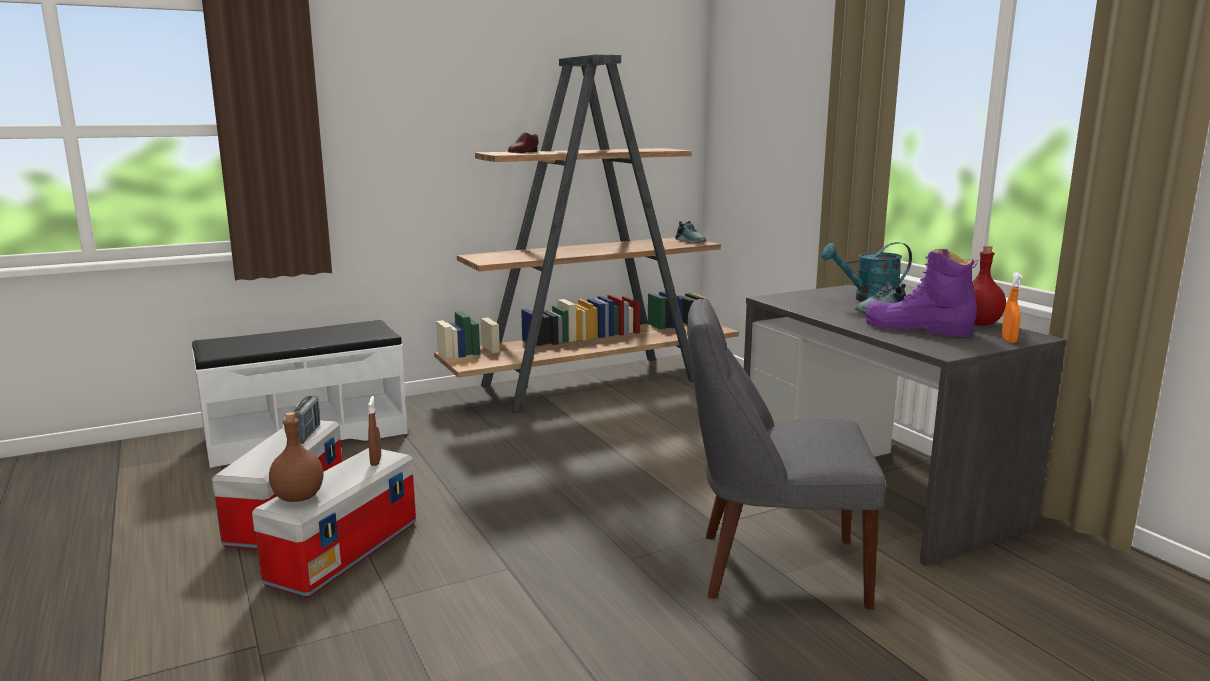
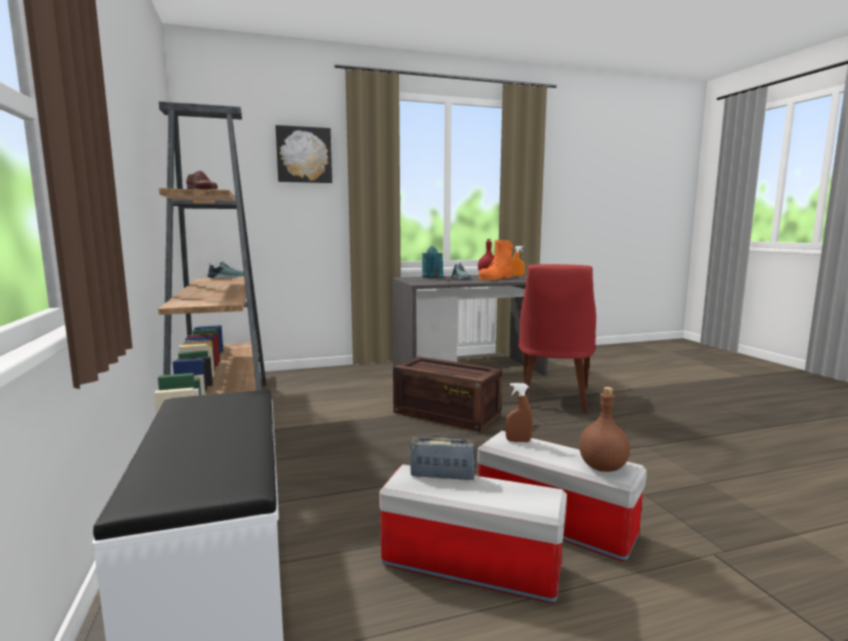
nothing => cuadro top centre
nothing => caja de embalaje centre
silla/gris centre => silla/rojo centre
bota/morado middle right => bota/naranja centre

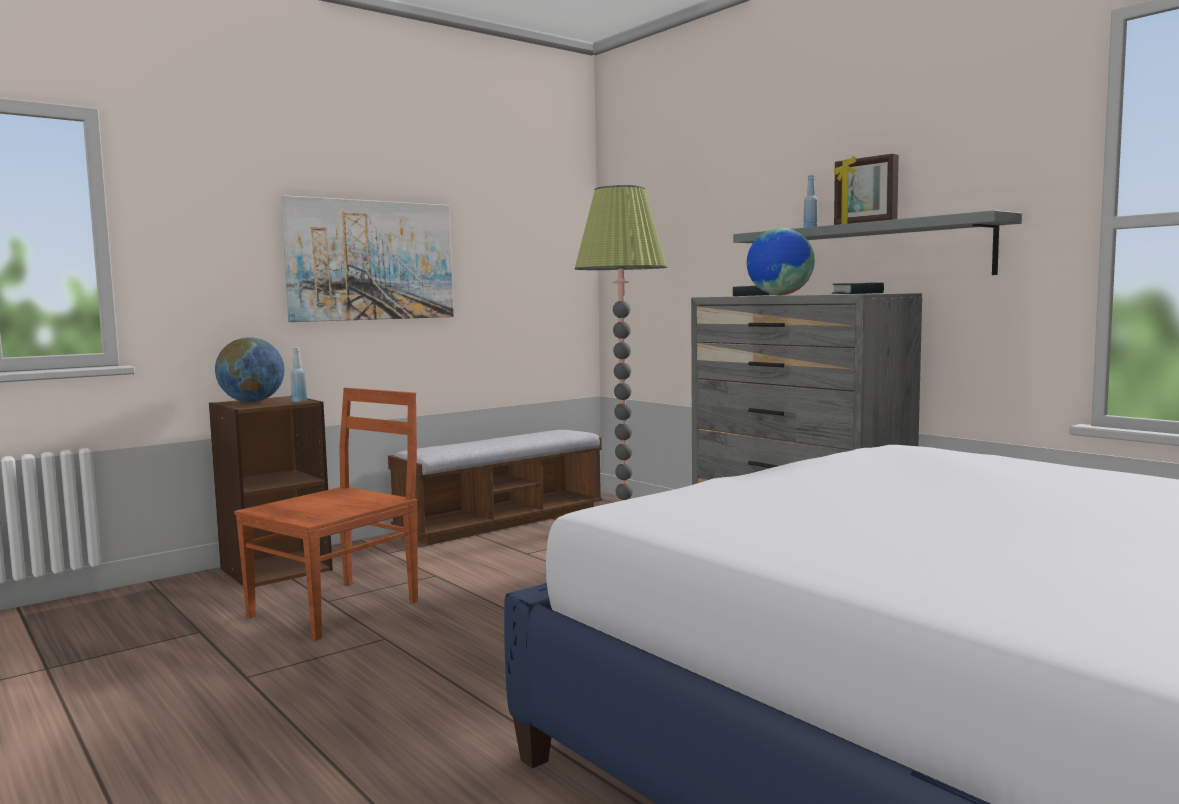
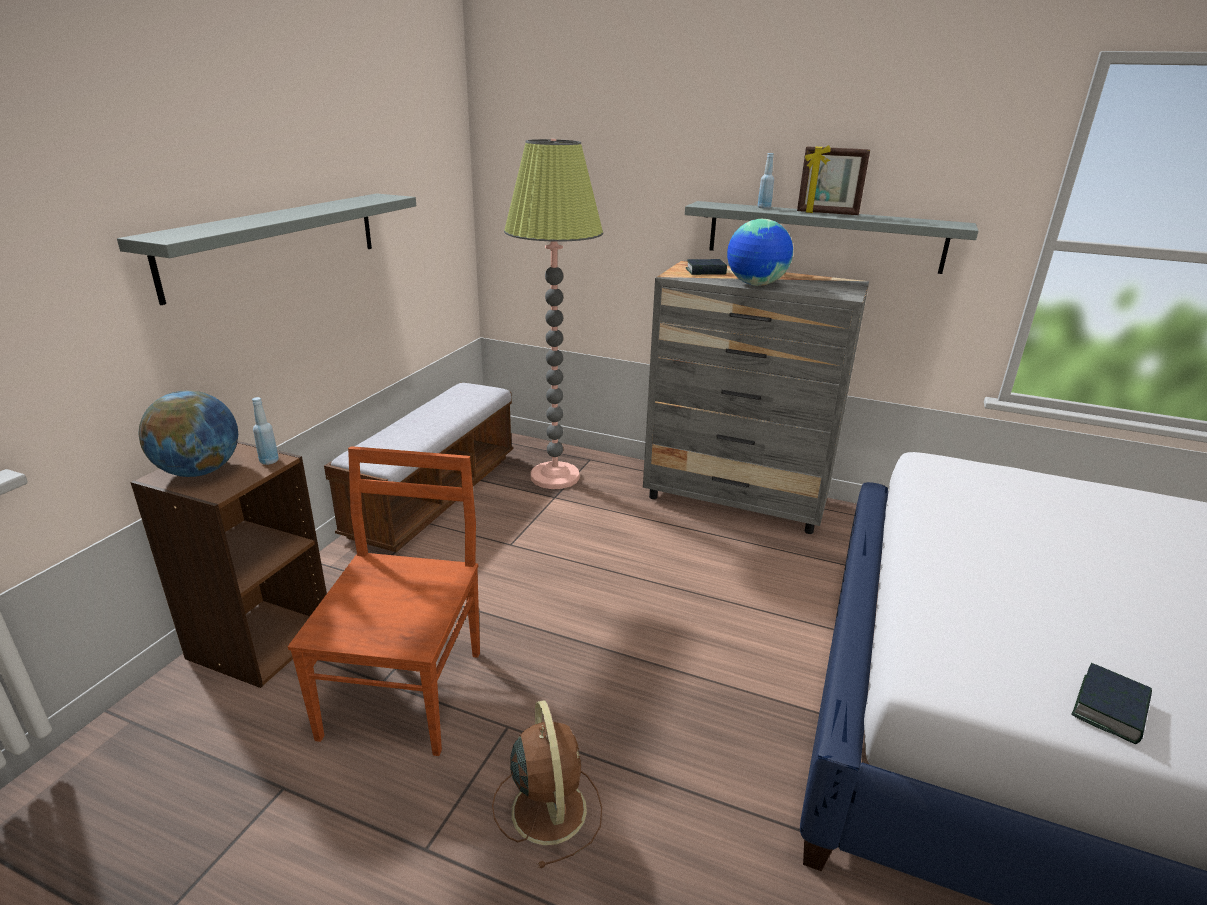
nothing => ventilador/marrón bottom centre
libro (2nd from left) middle right => libro (2nd from left) bottom right, move
cuadro top left => estante/gris (1st from left) top left

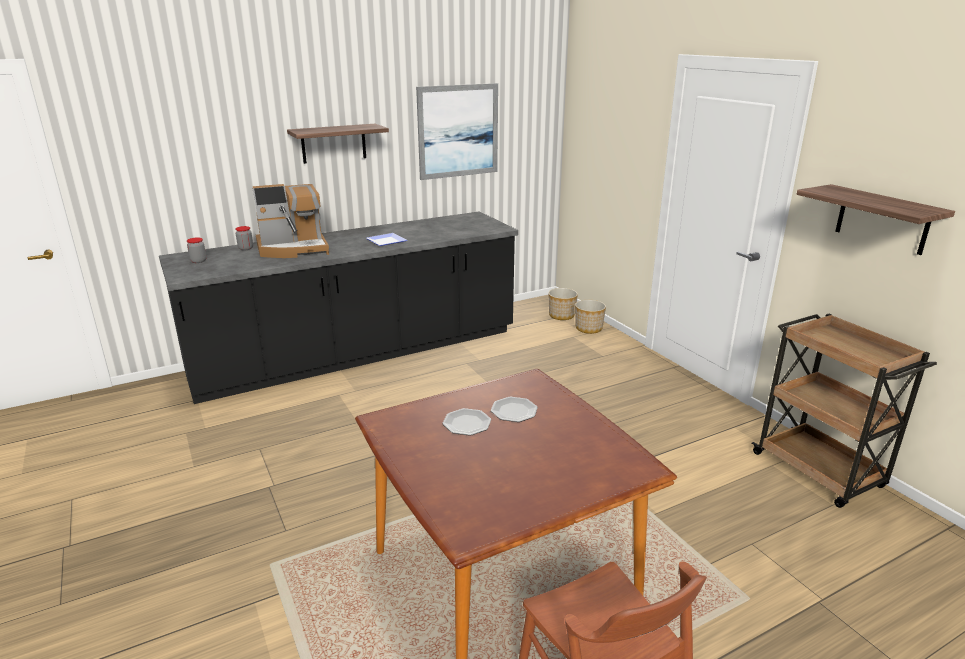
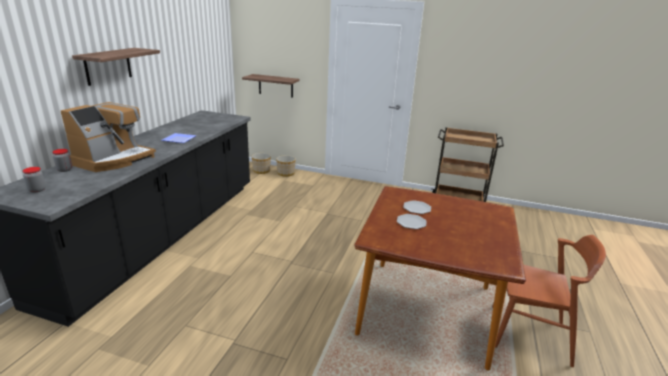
cuadro top centre => nothing
estante (2nd from left) top right => estante (2nd from left) top centre, move

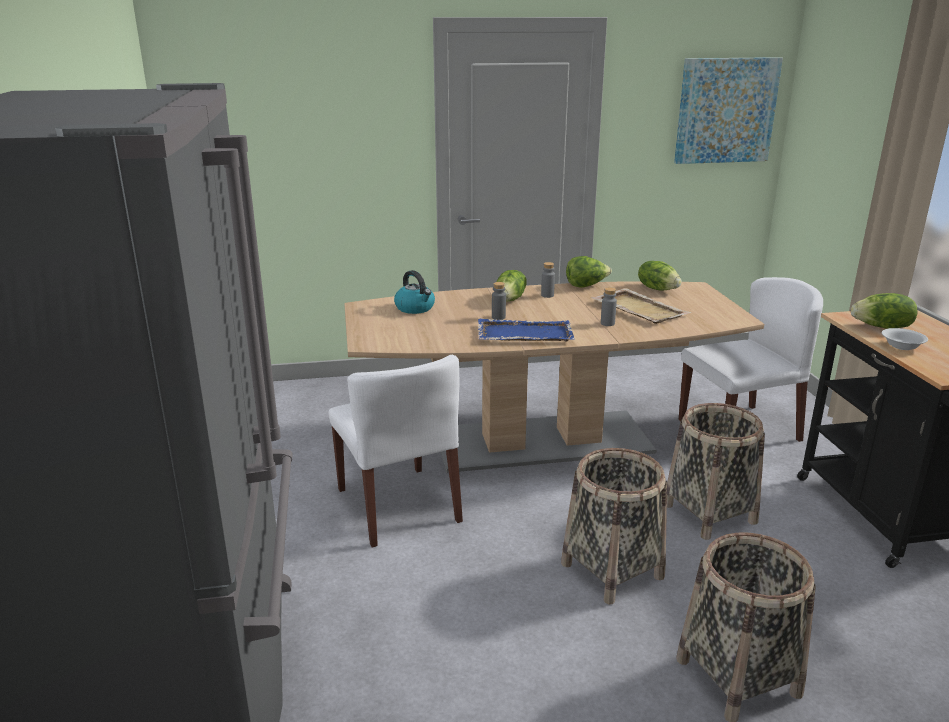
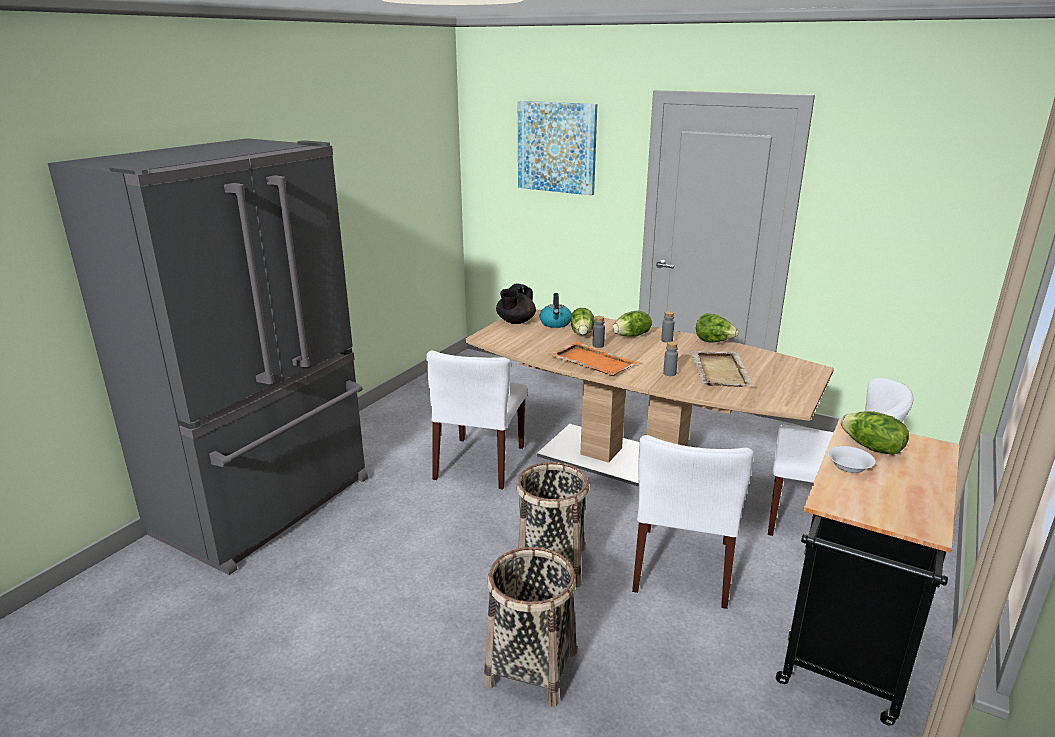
nothing => tetera/negro centre
lechuga (3rd from left in the first image) middle right => lechuga (1st from left) centre, move
cuadro top right => cuadro top centre, move
cesta (2nd from left) middle right => silla/blanco (2nd from left) bottom centre
bandeja/azul centre => bandeja/naranja centre

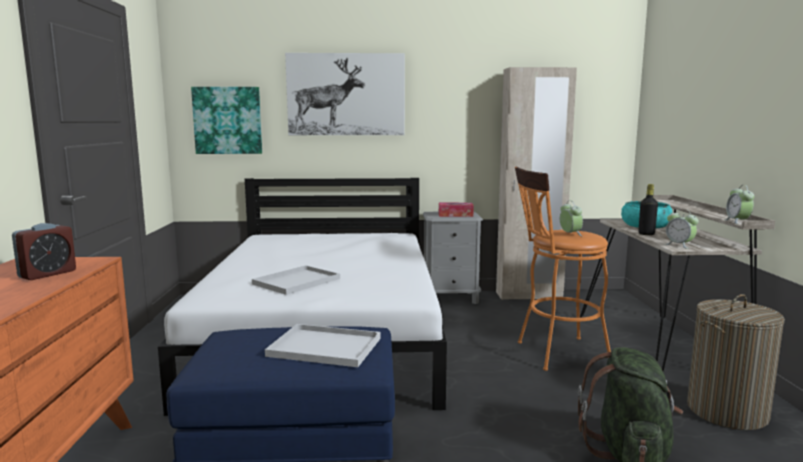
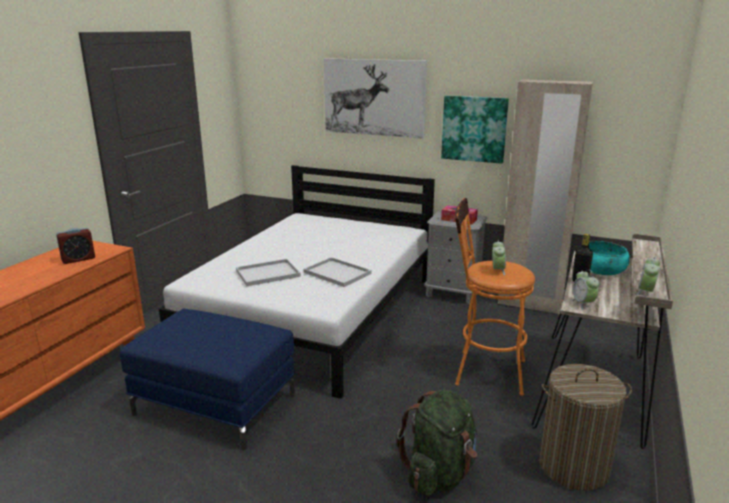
cuadro (1st from left in the first image) top left => cuadro (2nd from left) top centre, move
bandeja/blanco (2nd from left) bottom centre => bandeja/blanco (2nd from left) centre, move

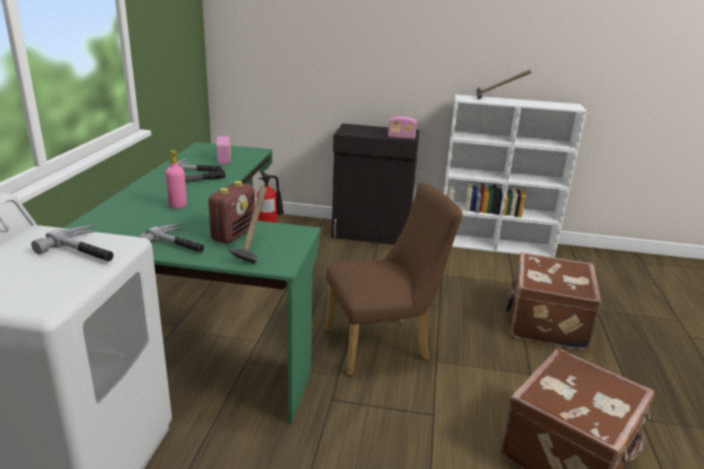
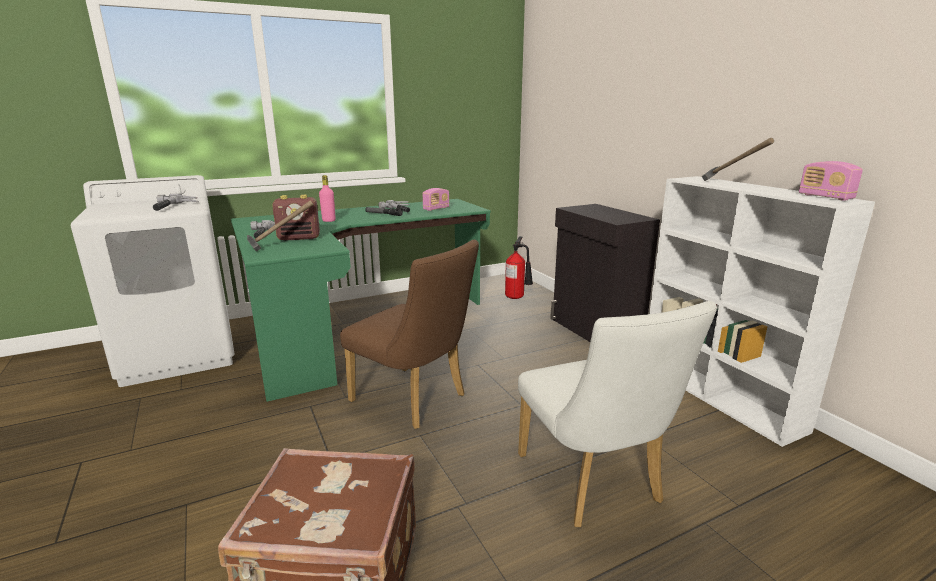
radio (3rd from left) top centre => radio (3rd from left) top right, move
maleta/marrón (1st from left) middle right => silla/blanco bottom centre

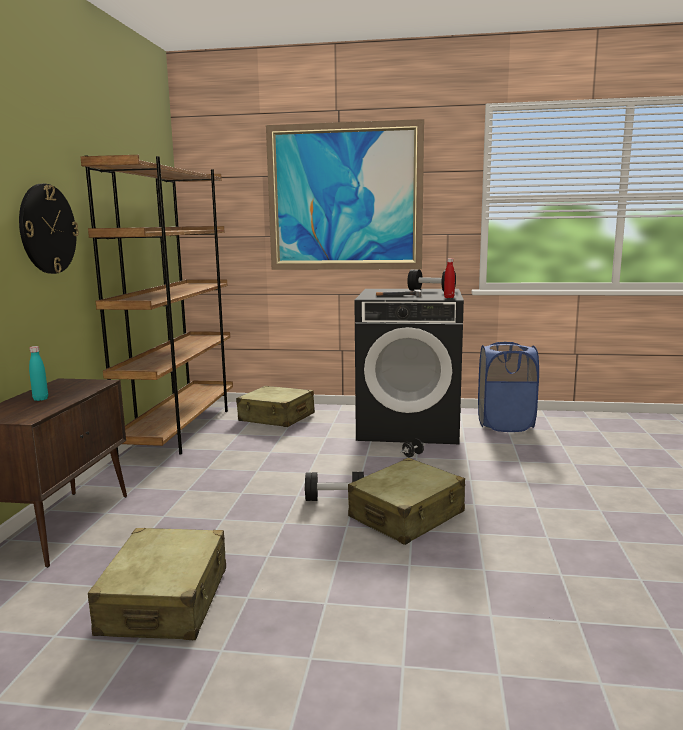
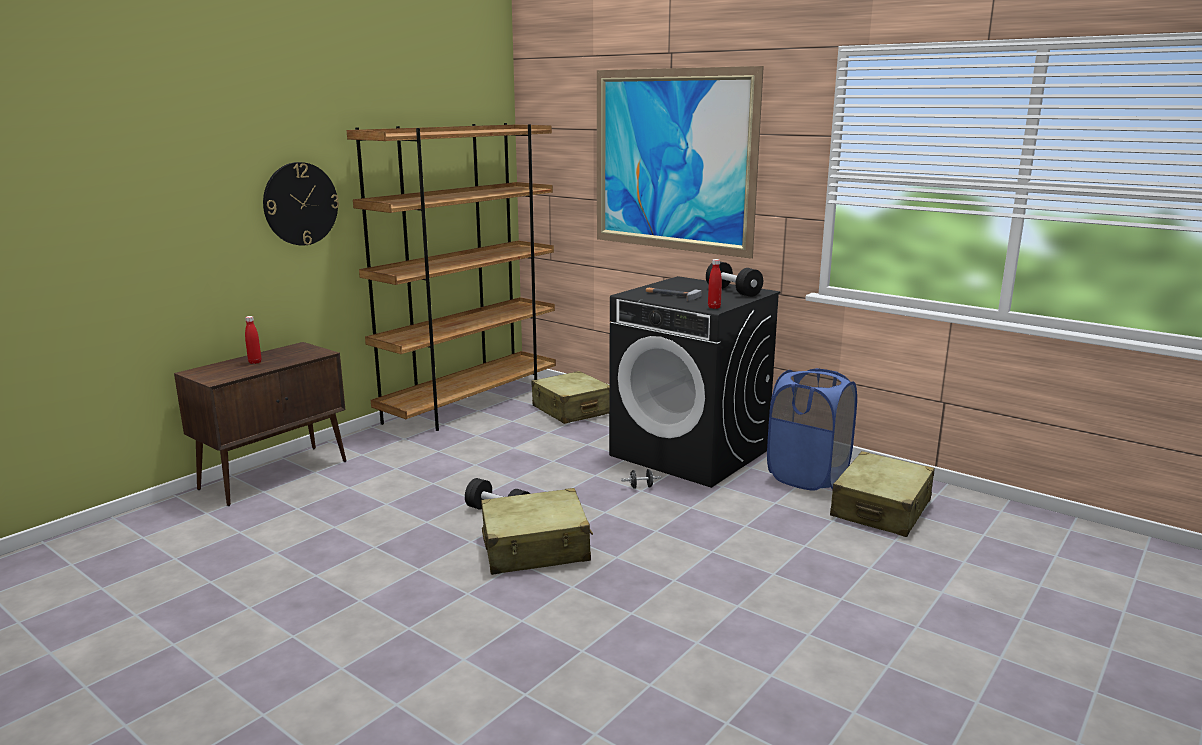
maleta/beis (1st from left in the first image) bottom left => maleta/beis (3rd from left) middle right, move
botella/turquesa middle left => botella/rojo (1st from left) middle left

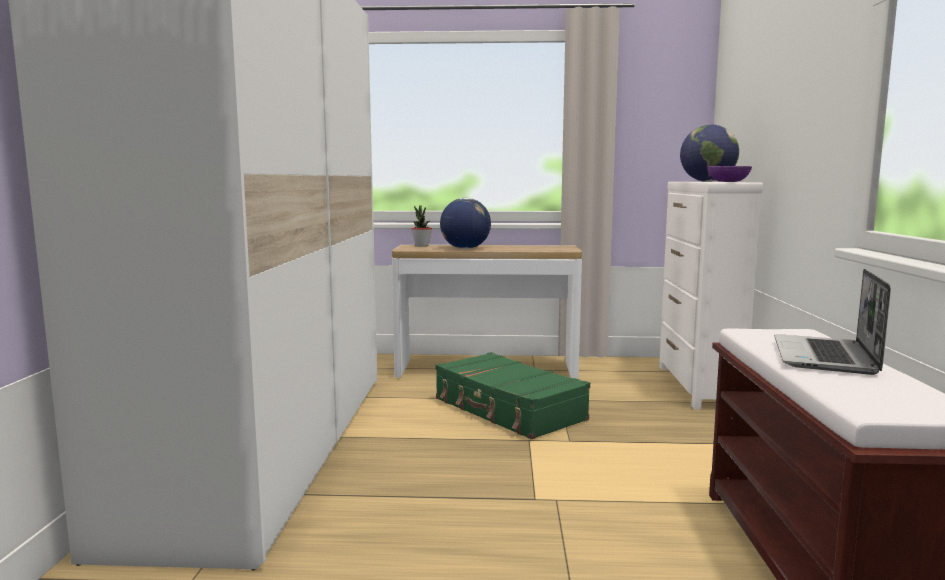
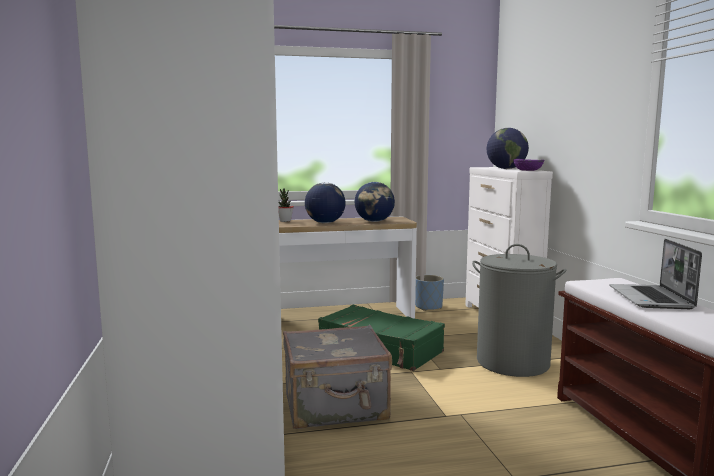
nothing => maleta/gris bottom centre
nothing => globo terráqueo (2nd from left) centre
nothing => maceta/azul centre
nothing => cesto de la ropa/gris middle right

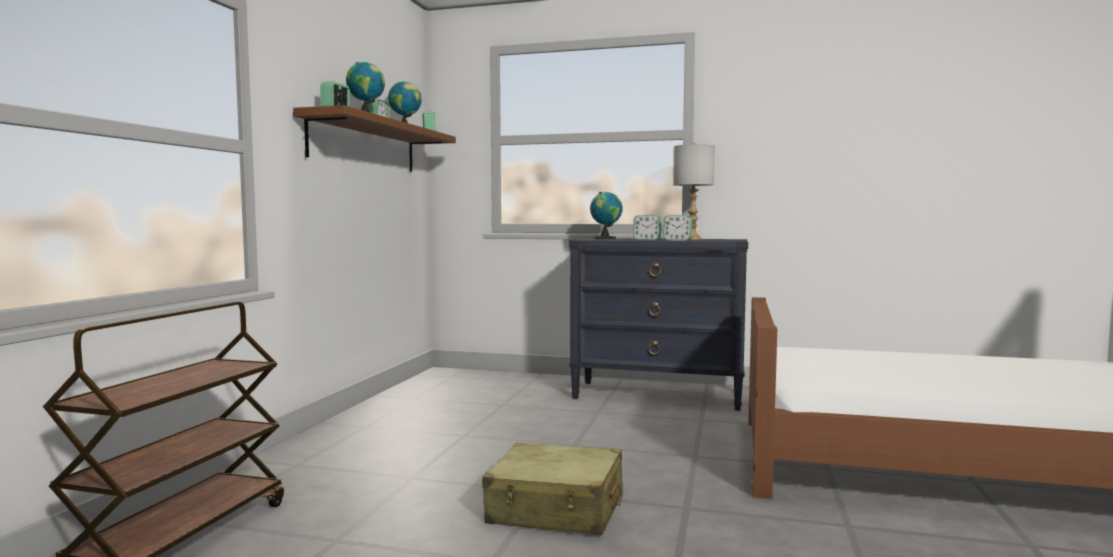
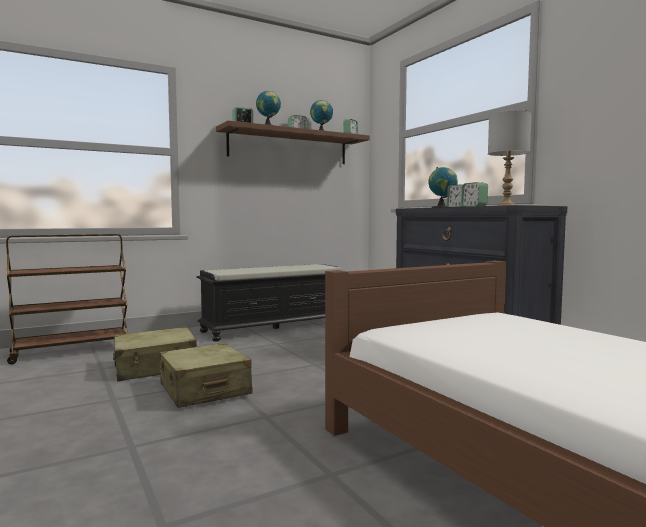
nothing => maleta/beis (1st from left) bottom left
nothing => banco/negro centre

